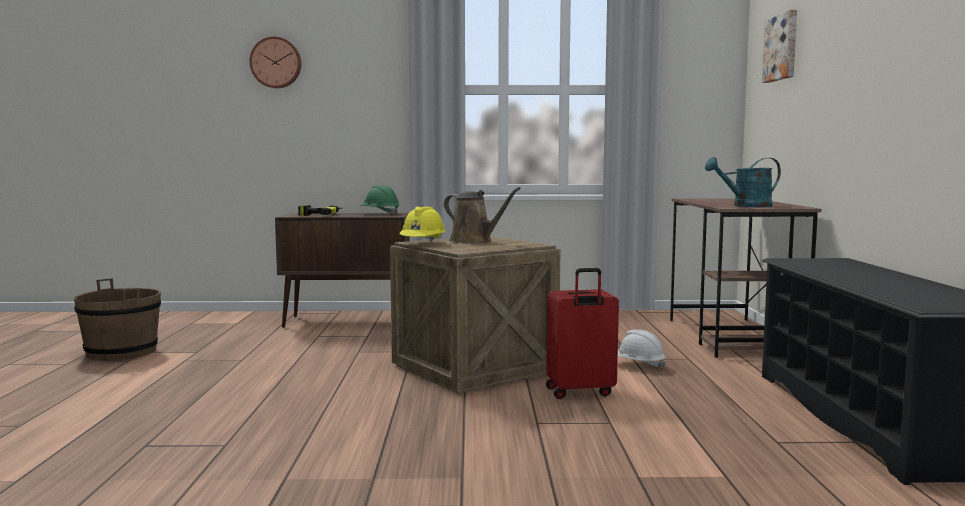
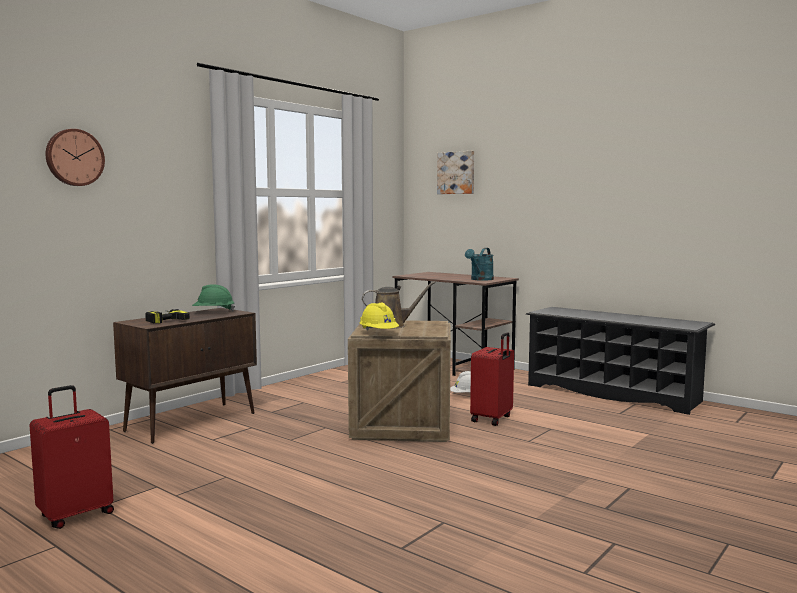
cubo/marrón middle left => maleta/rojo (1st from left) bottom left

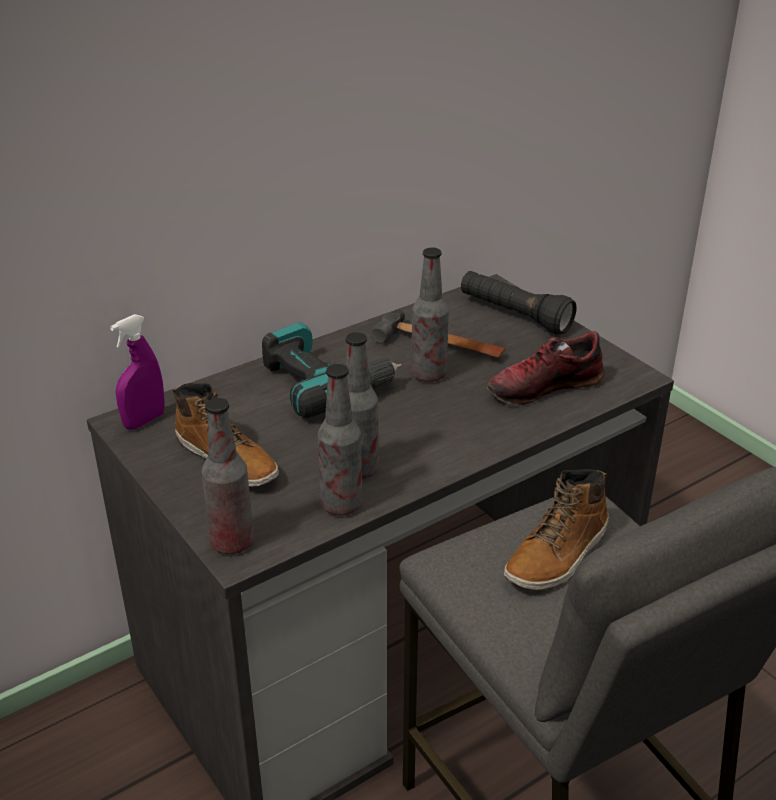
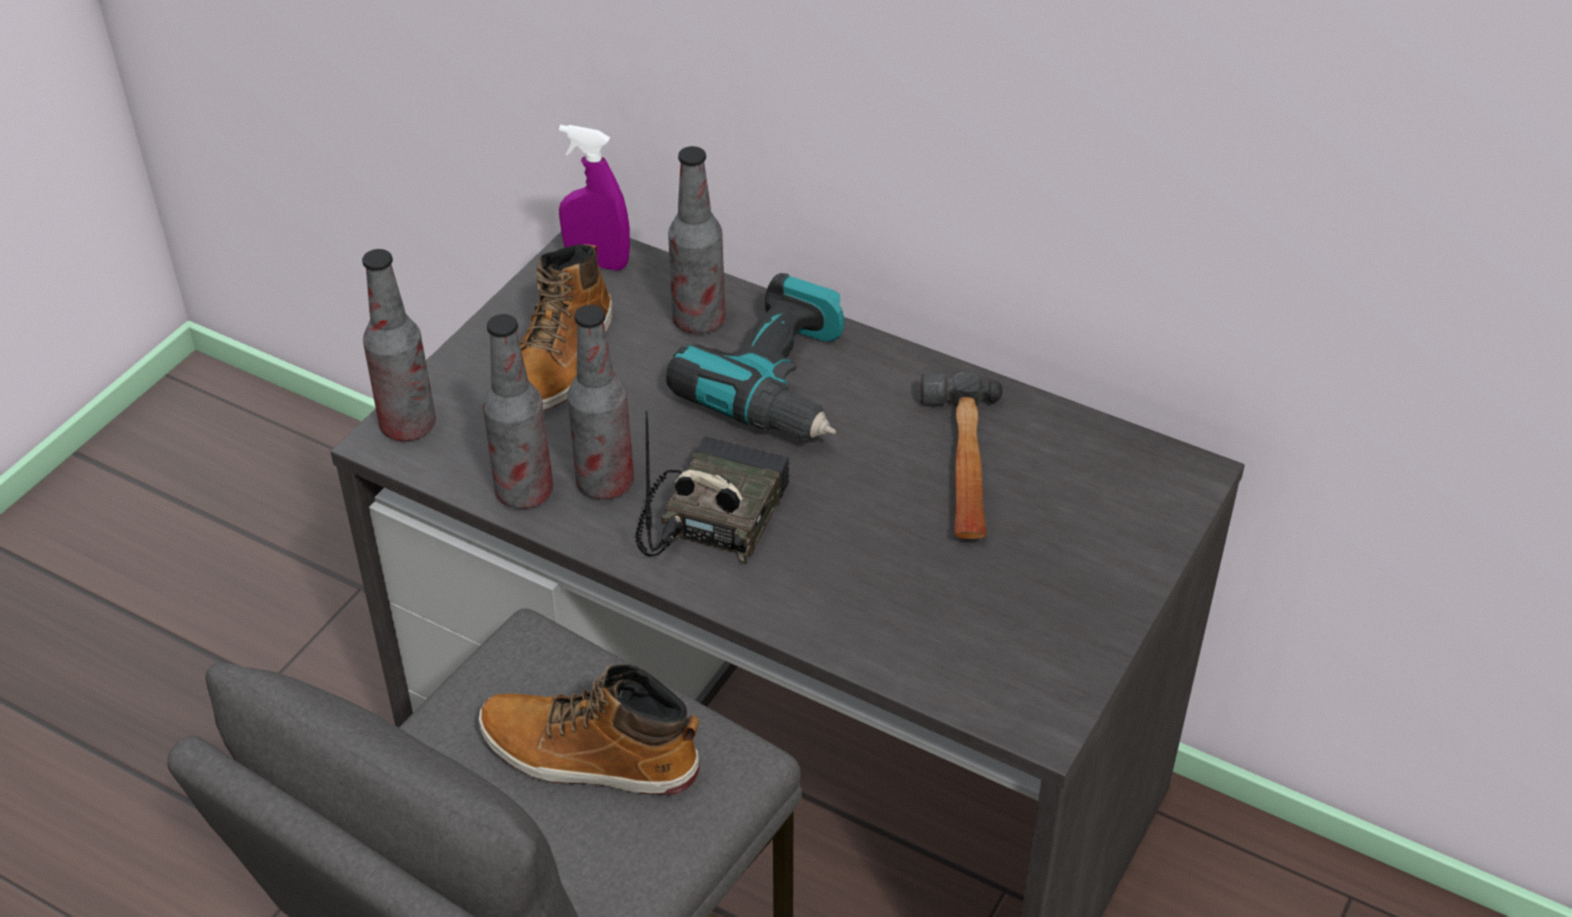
linterna/negro middle right => nothing
zapato middle right => nothing
nothing => radio centre
botella (4th from left) centre => botella (4th from left) top centre, move

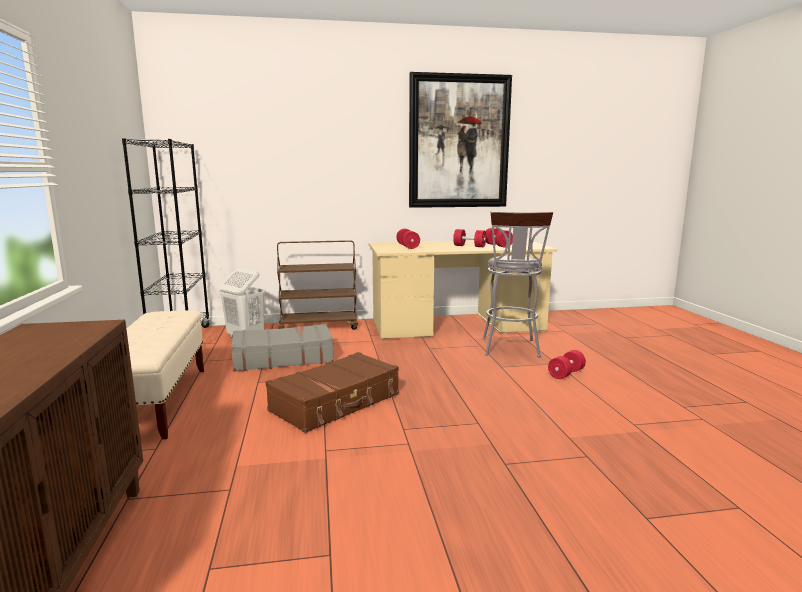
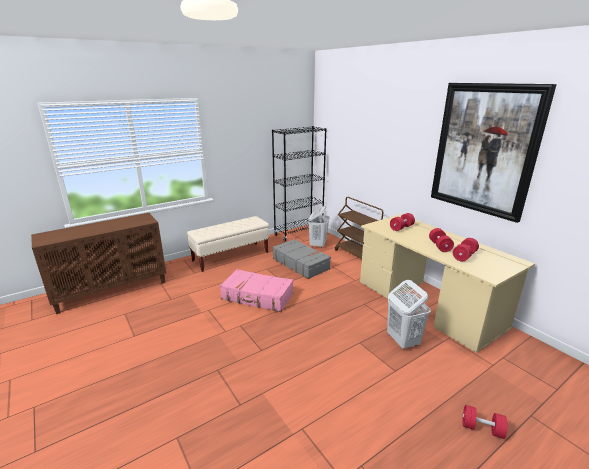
mancuerna/rojo (4th from left) middle right => mancuerna/rojo (4th from left) bottom right, move
taburete/gris centre => cesto de la ropa/blanco (2nd from left) bottom right
maleta/marrón centre => maleta/rosa centre

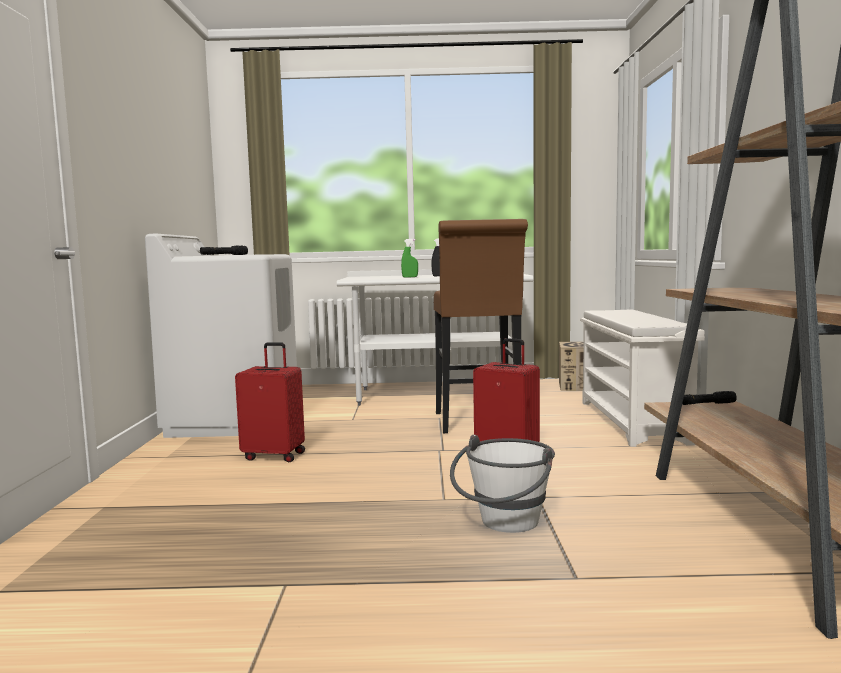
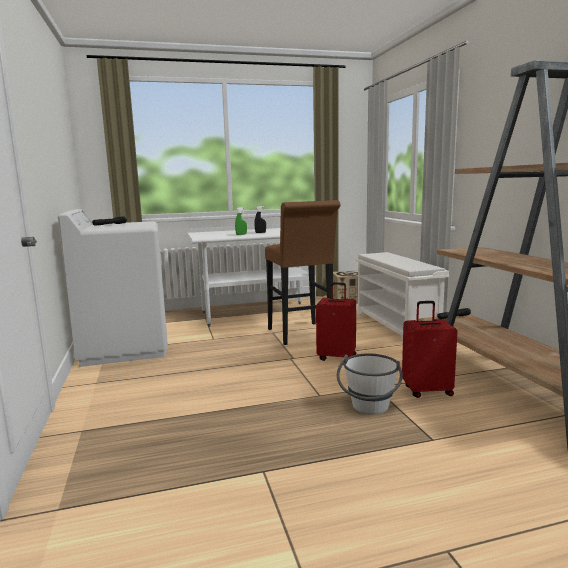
maleta/rojo (1st from left in the first image) middle left => maleta/rojo (2nd from left) middle right, move

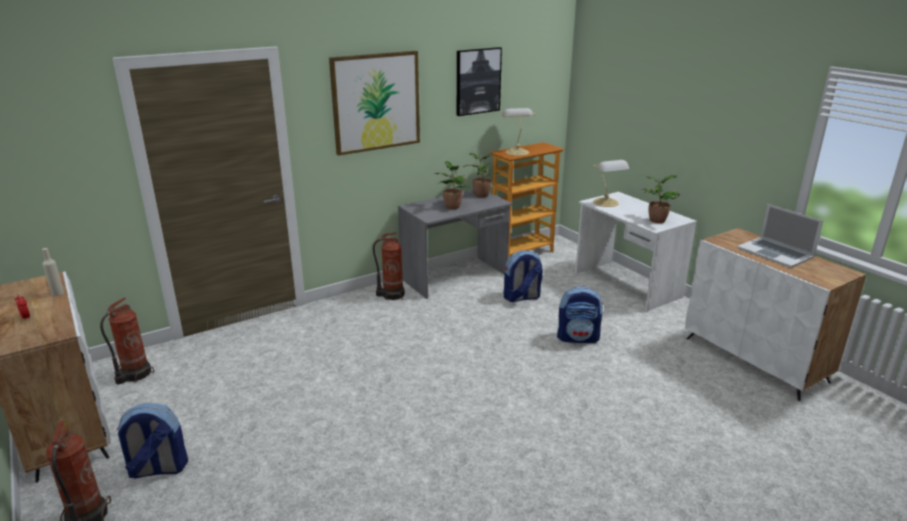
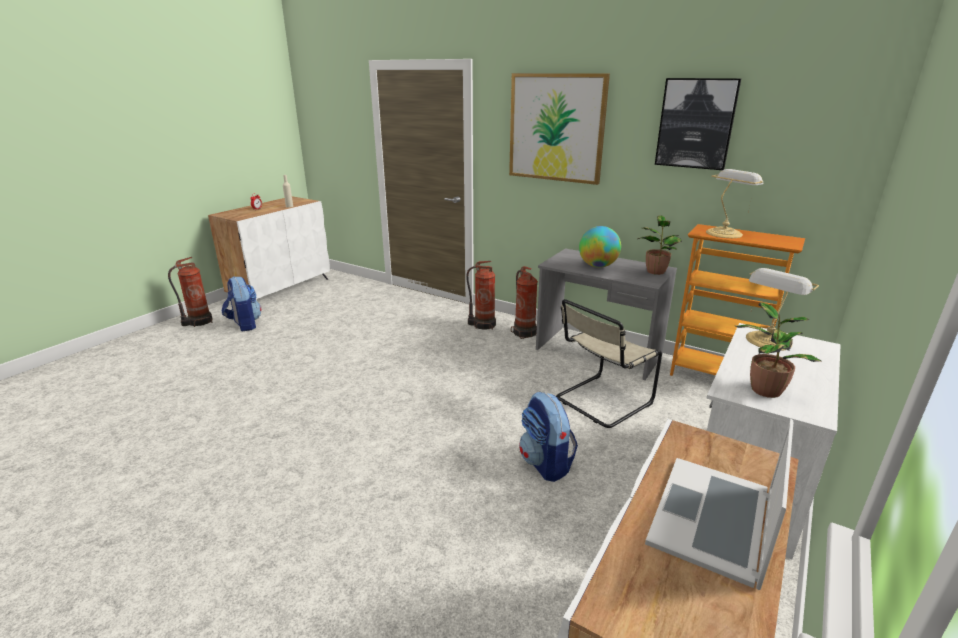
extintor (2nd from left) middle left => extintor (2nd from left) centre, move
planta en maceta (1st from left) centre => globo terráqueo centre
mochila (2nd from left) centre => silla/beis centre

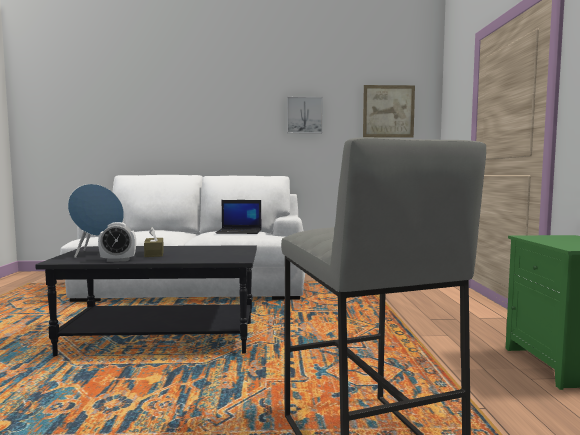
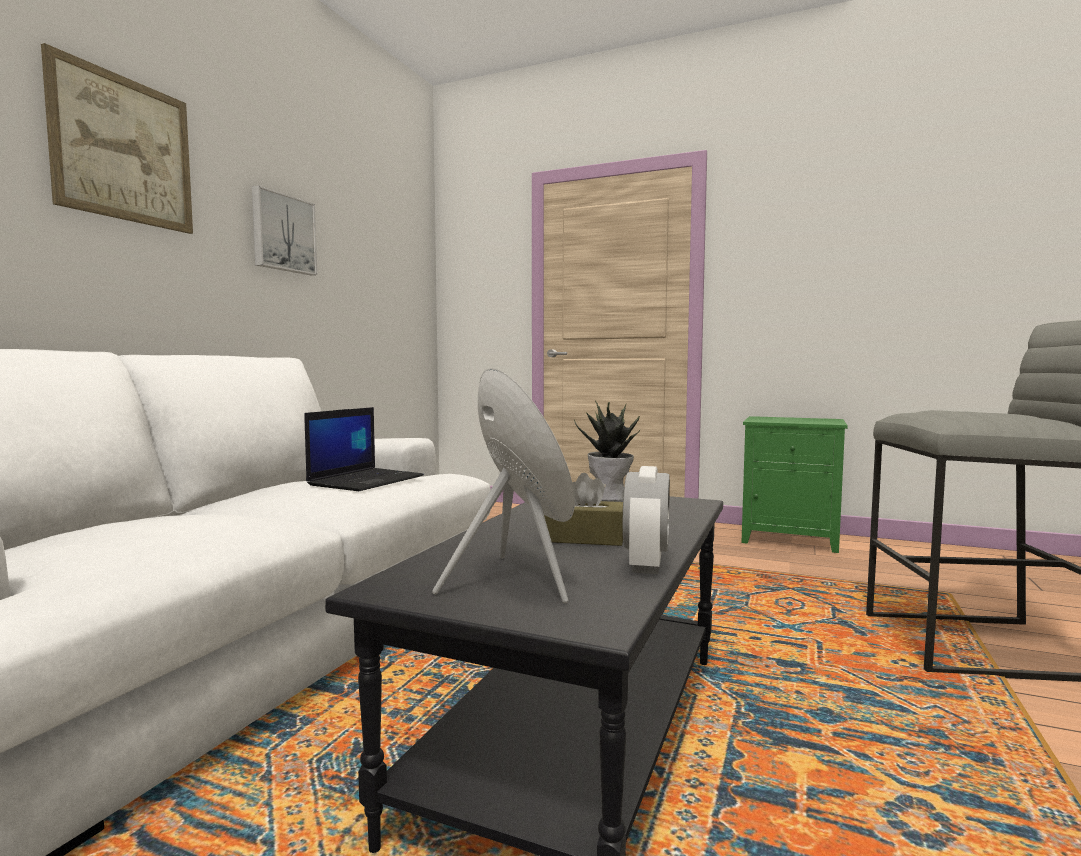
nothing => planta en maceta centre
cuadro (2nd from left in the first image) top right => cuadro (1st from left) top left, move

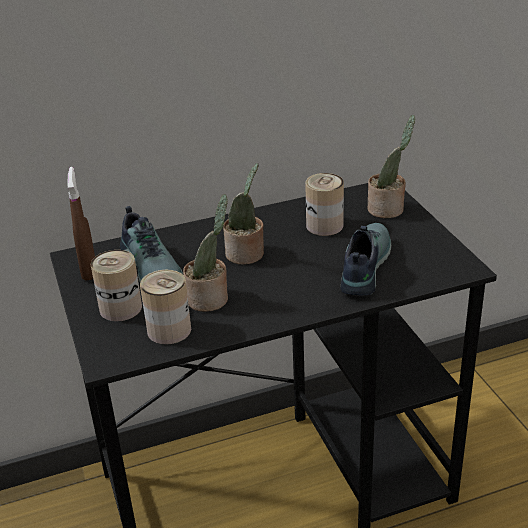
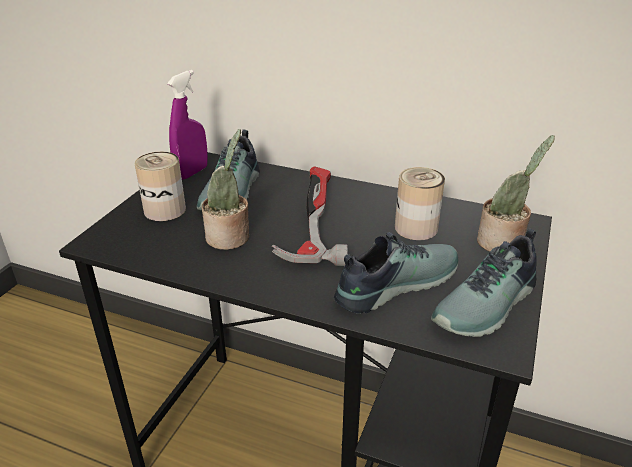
lata (2nd from left) middle left => nothing
nothing => zapato (3rd from left) middle right
planta en maceta (2nd from left) centre => martillo centre
pulverizador/marrón middle left => pulverizador/morado top left

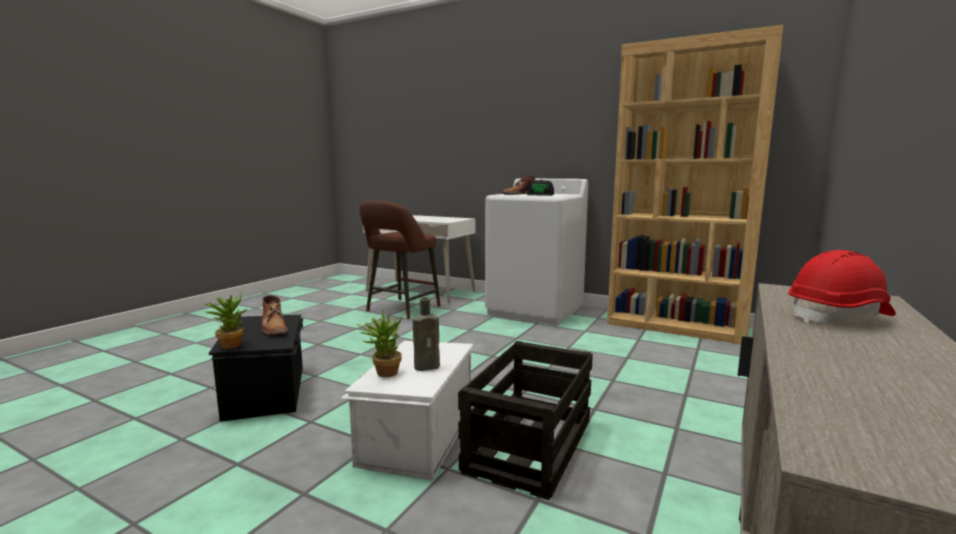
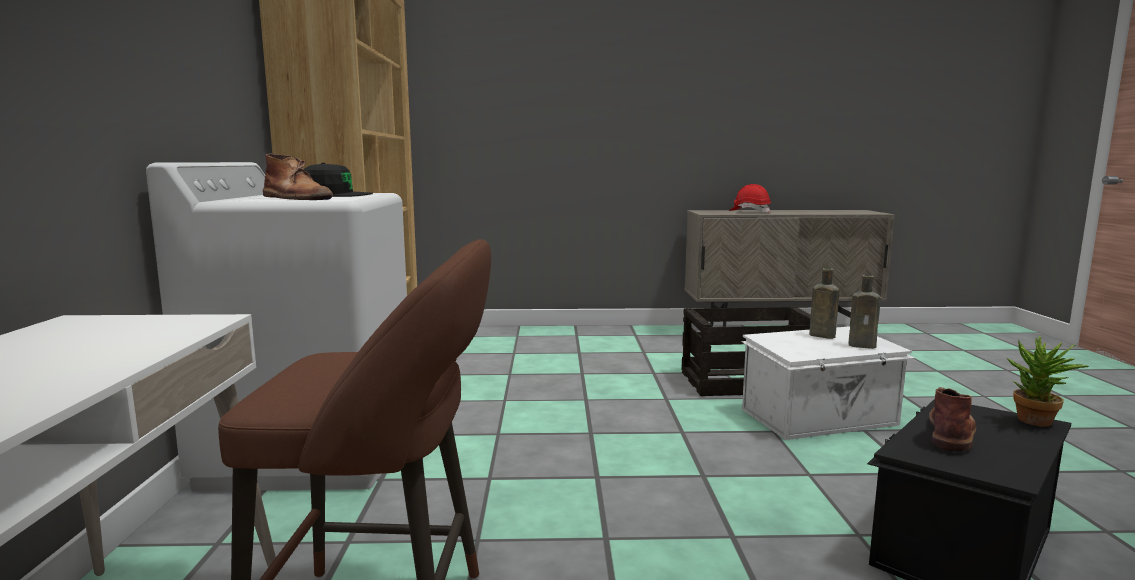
planta en maceta (2nd from left) centre => botella/marrón (2nd from left) middle right

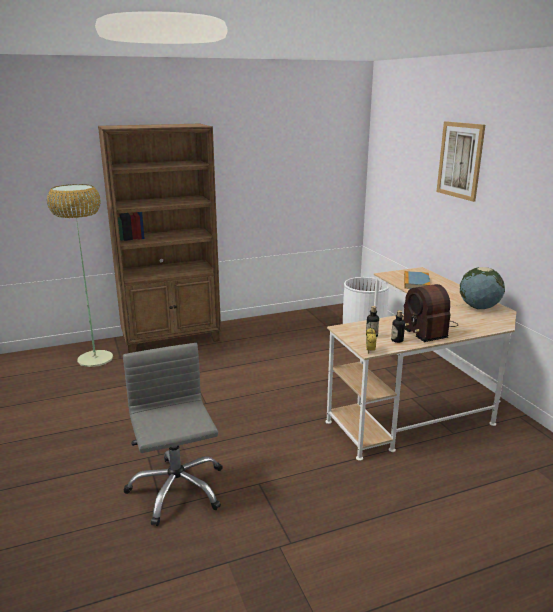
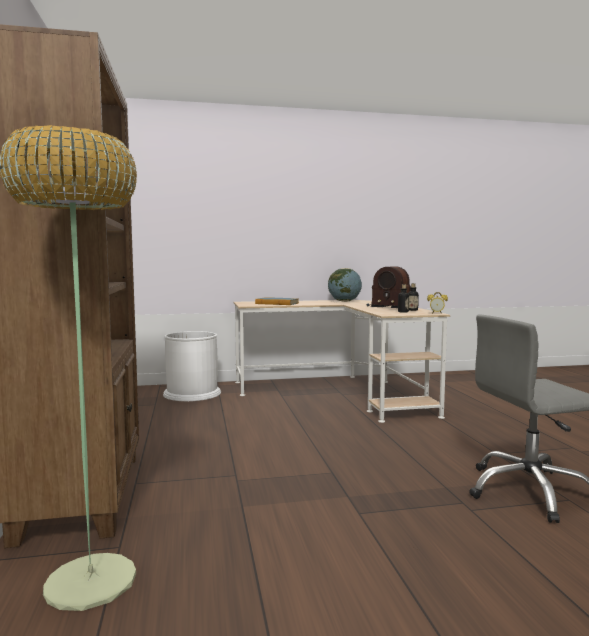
cuadro top right => nothing
radio middle right => radio centre, 45 degrees clockwise

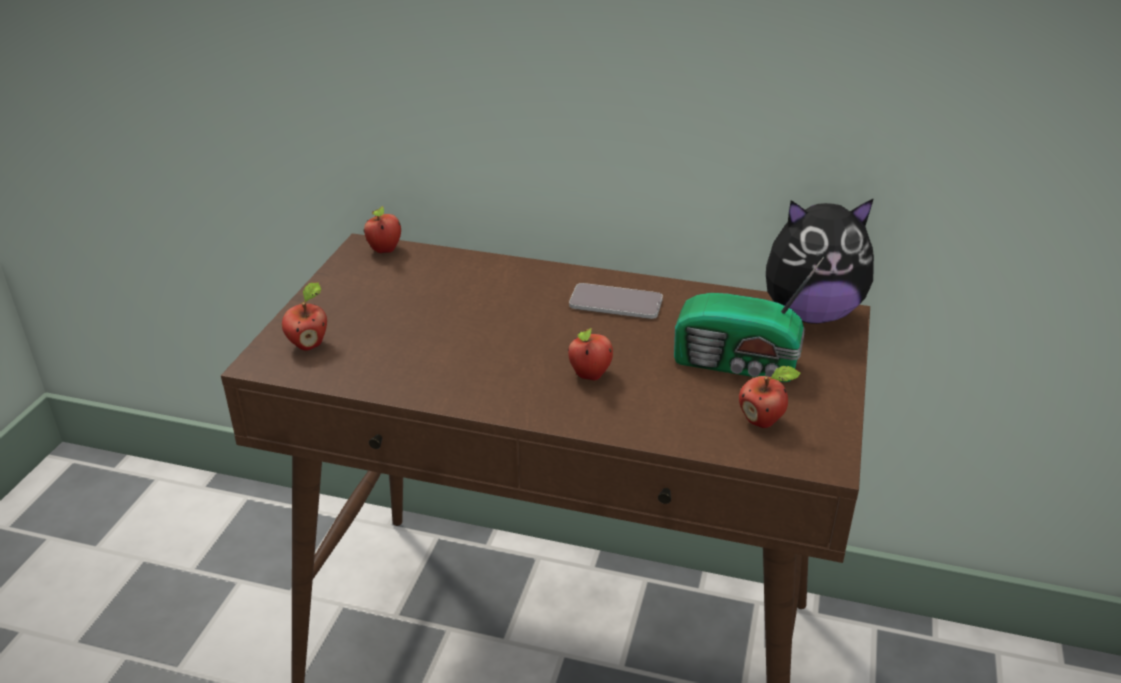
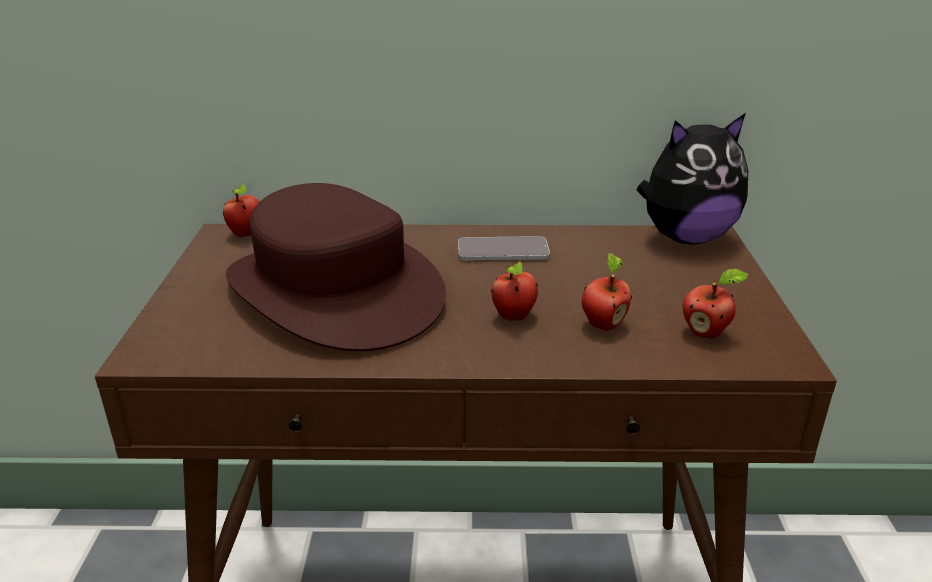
radio middle right => nothing
nothing => sombrero/marrón centre
manzana (1st from left in the first image) middle left => manzana (3rd from left) centre, move

